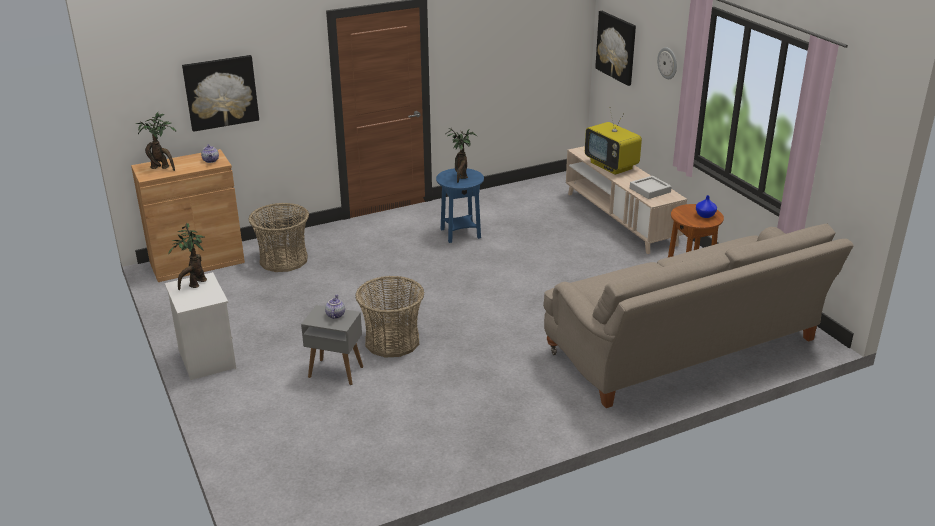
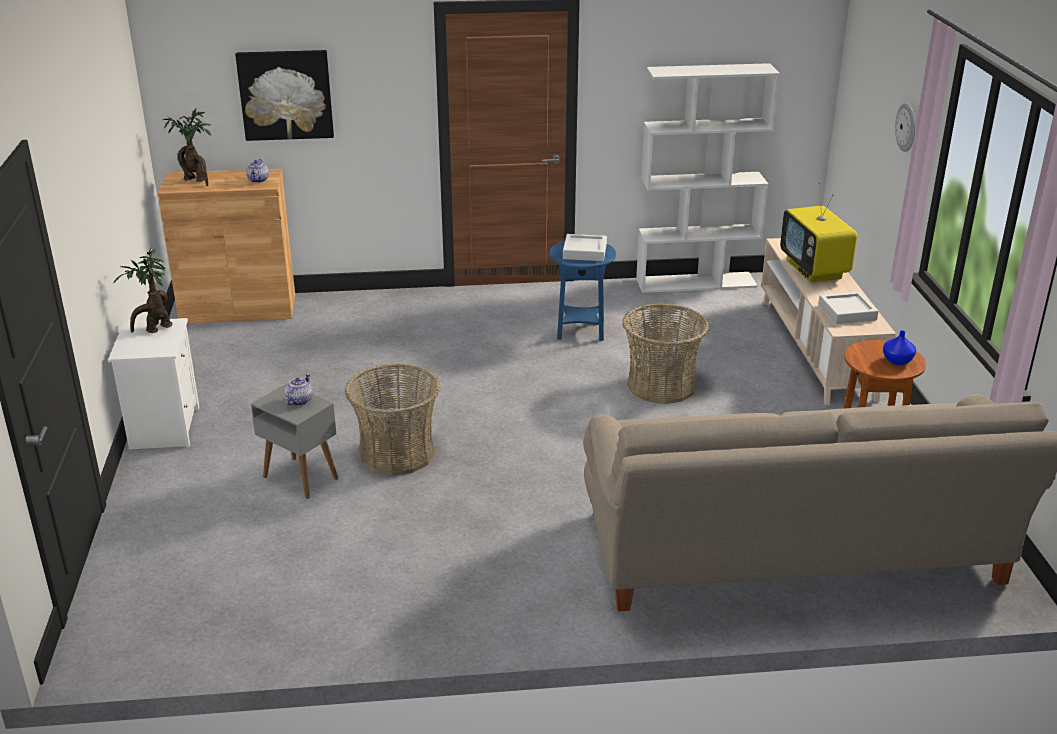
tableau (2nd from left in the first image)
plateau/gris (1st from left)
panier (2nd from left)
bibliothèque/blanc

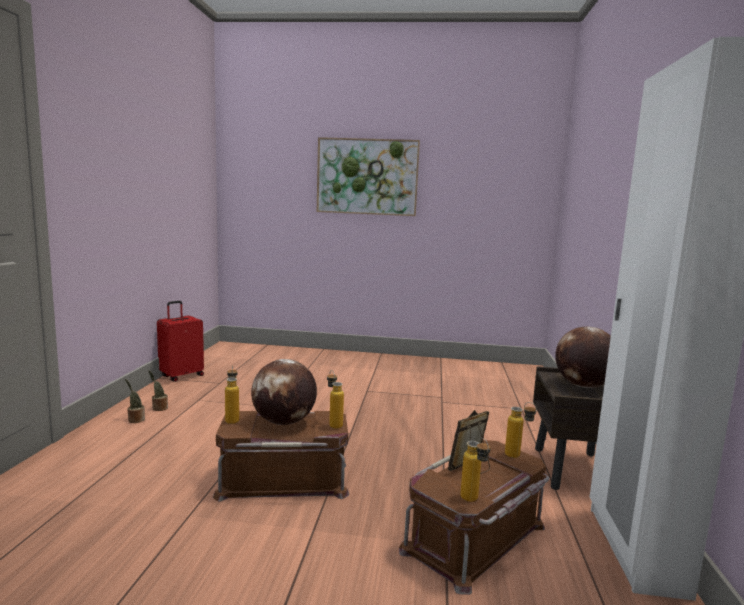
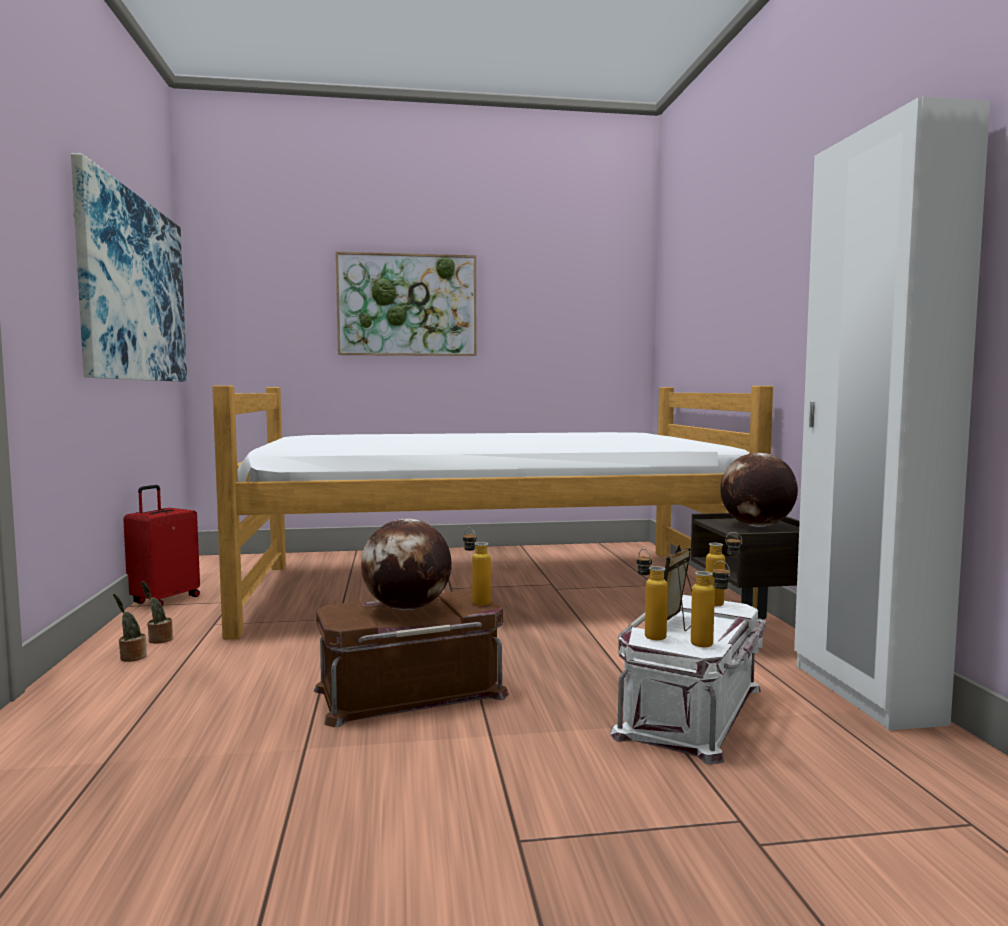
bouteille (2nd from left)
boîte de rangement/blanc
tableau (1st from left)
lit

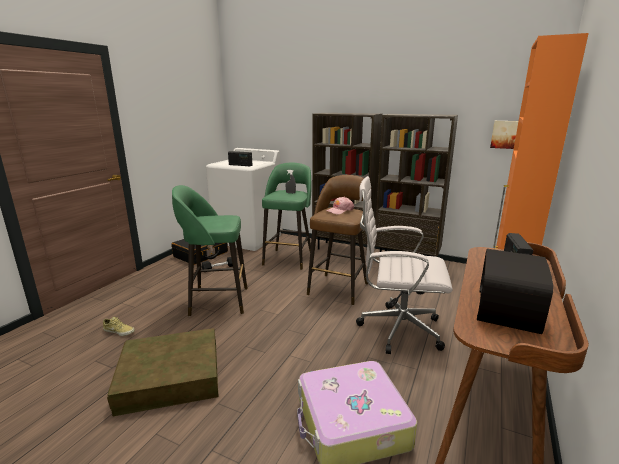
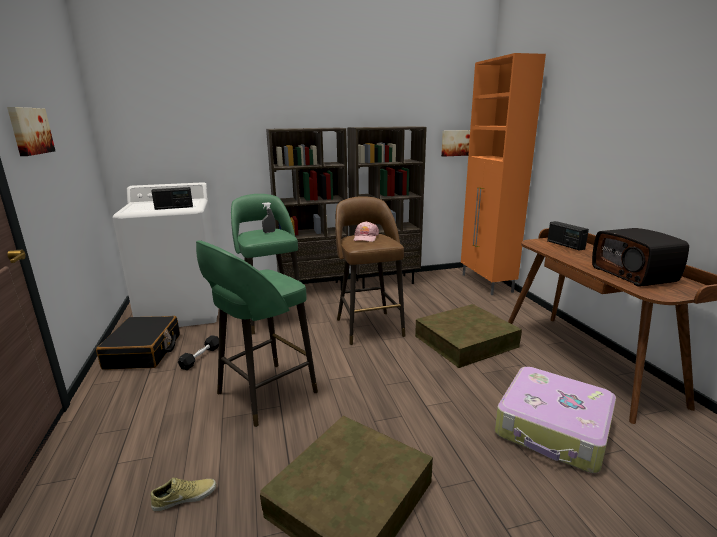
boîte de rangement/marron (2nd from left)
tableau (1st from left)

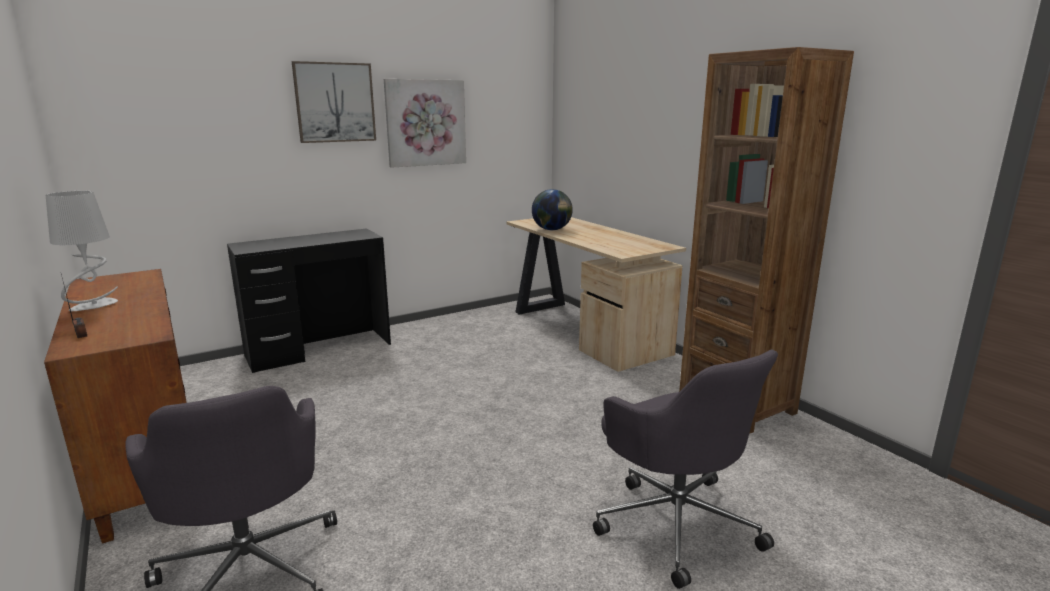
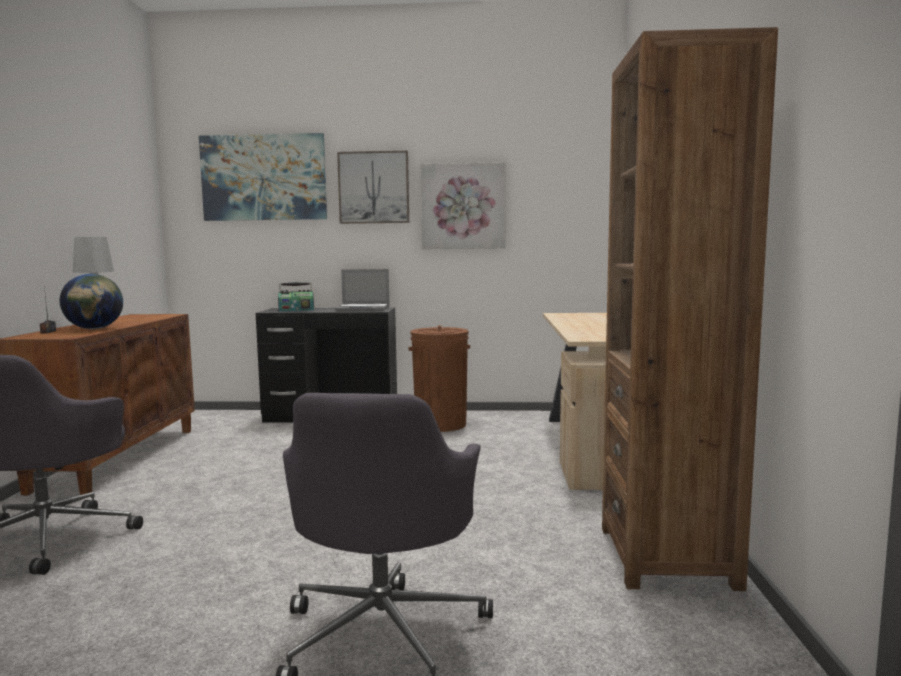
globe
tableau (1st from left)
ordinateur portable
radio (2nd from left)
poubelle/marron

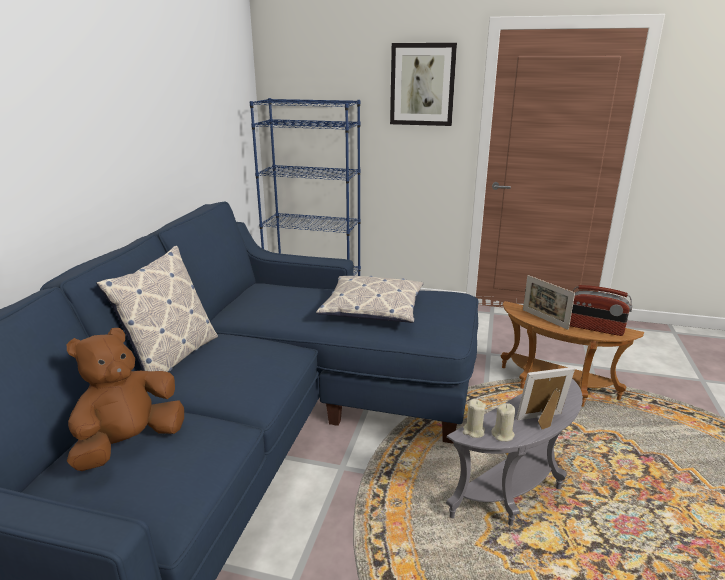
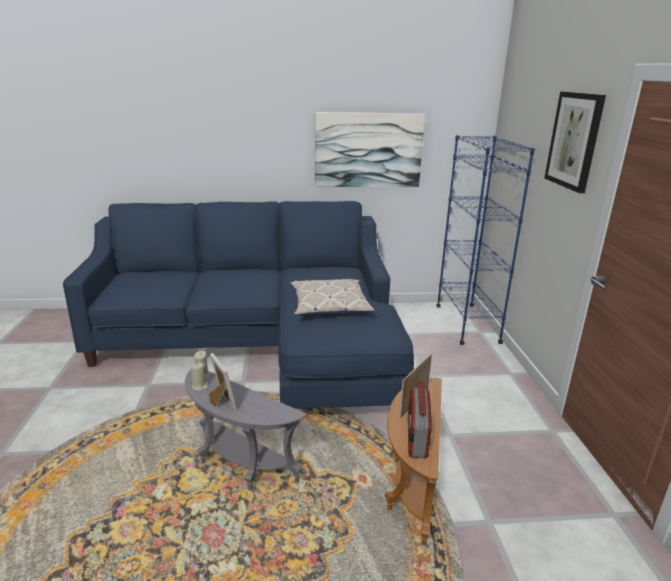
coussin (1st from left in the first image)
peluche/marron
tableau (1st from left)

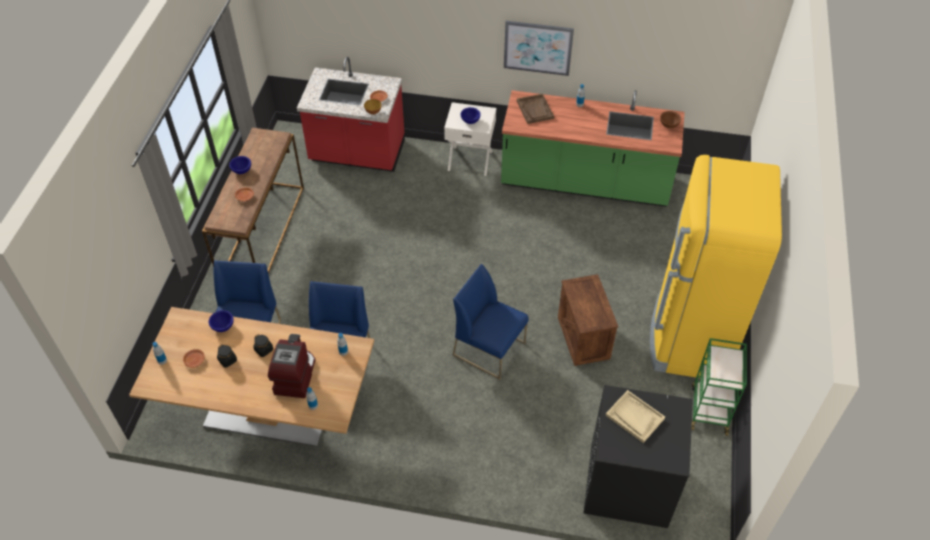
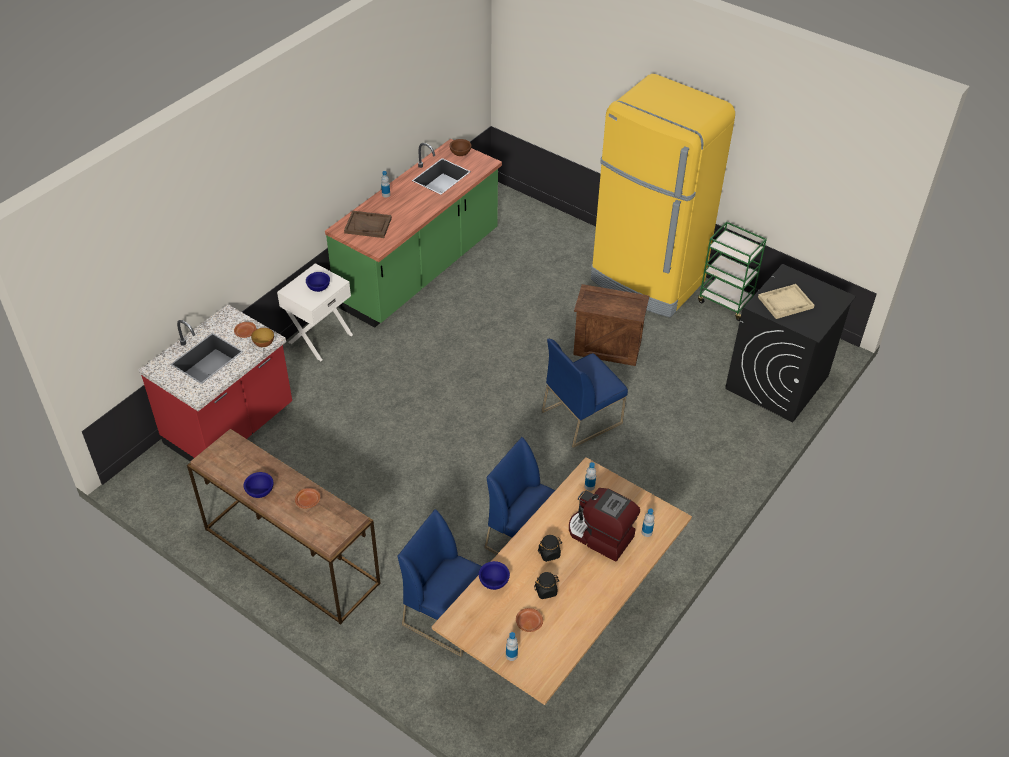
tableau

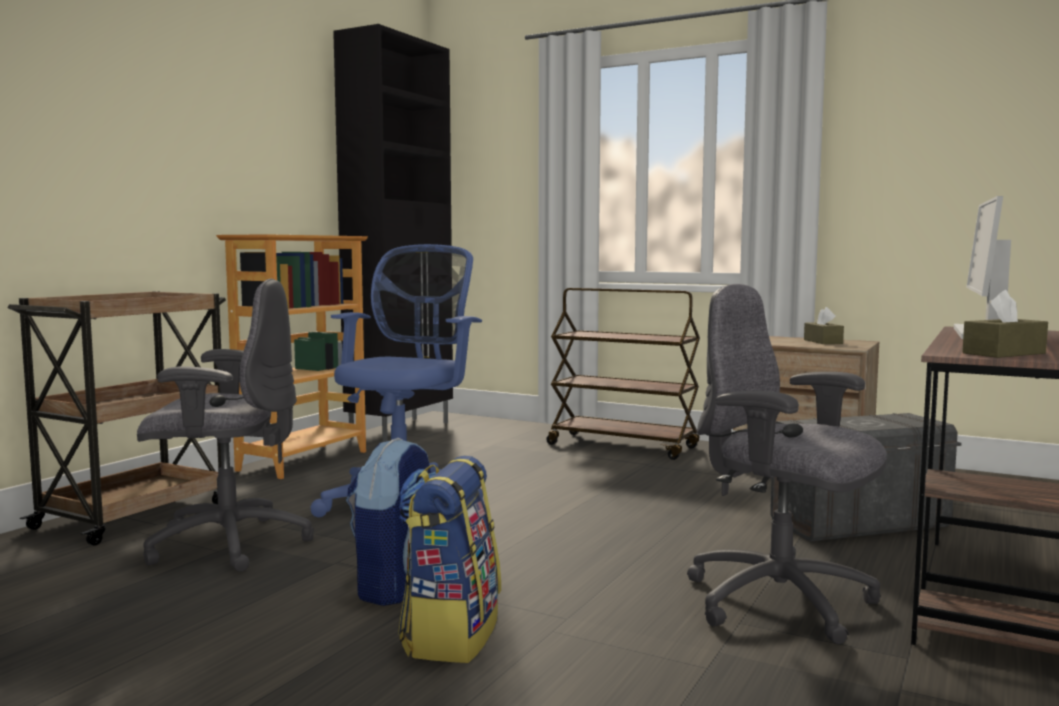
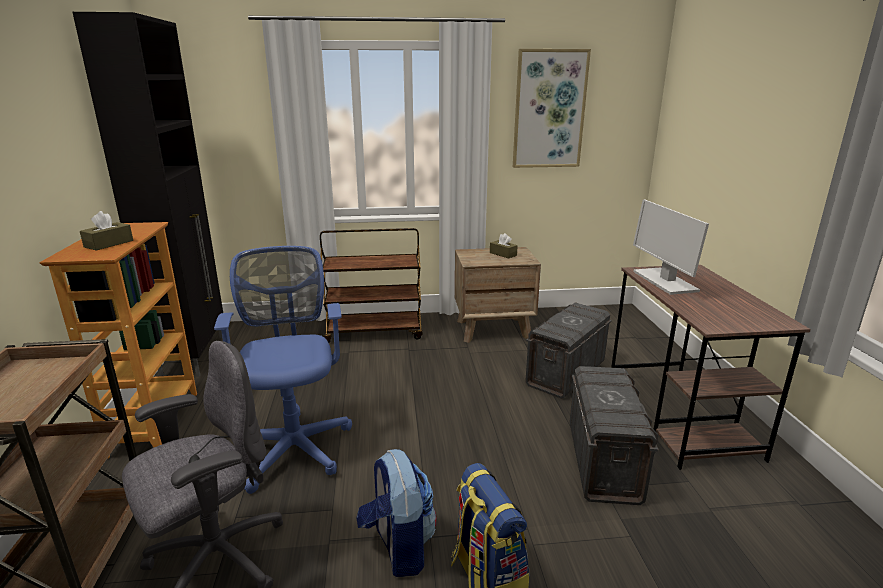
boîte de rangement/gris (2nd from left)
boîte à mouchoirs/marron (1st from left)
tableau

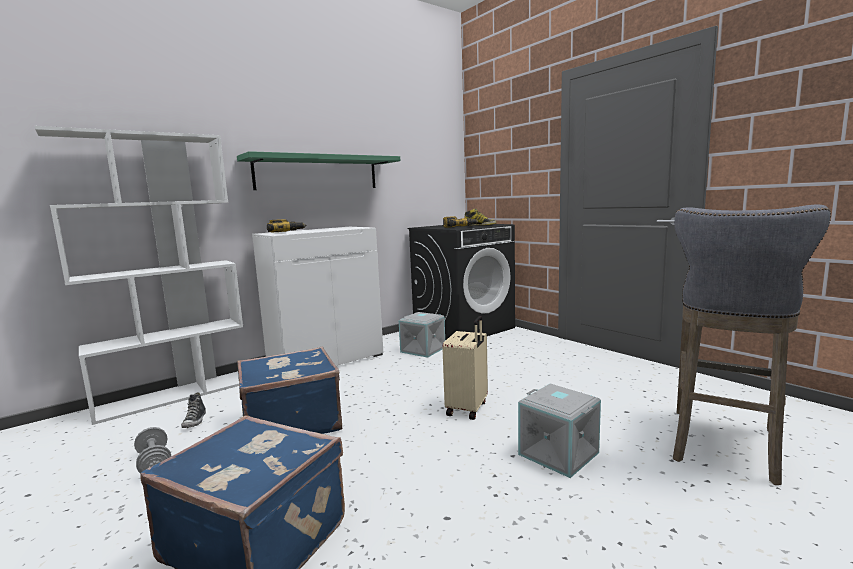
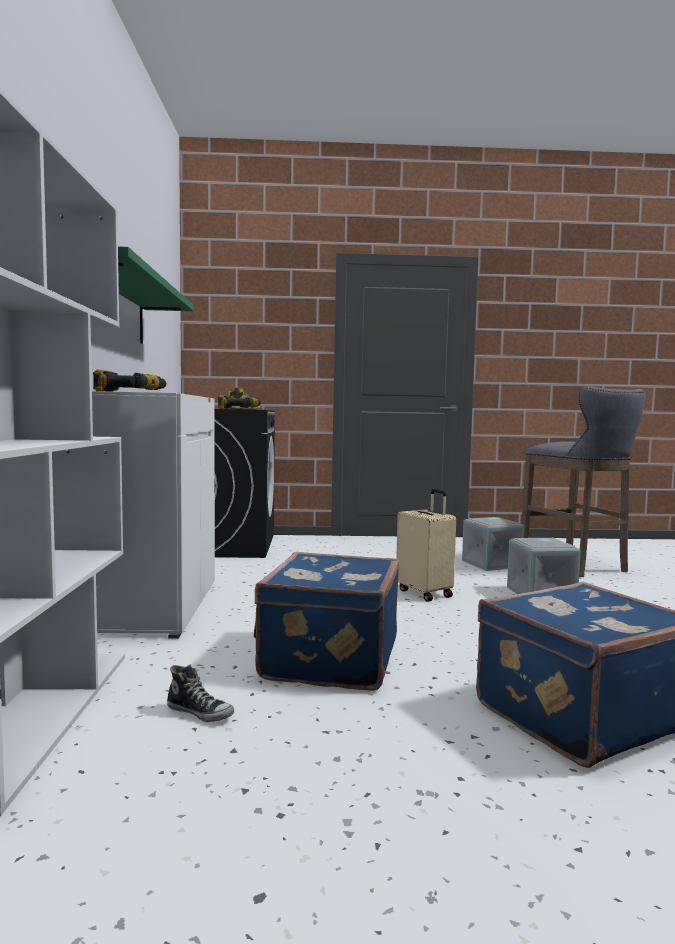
boîte de rangement/gris (1st from left)
haltère/gris

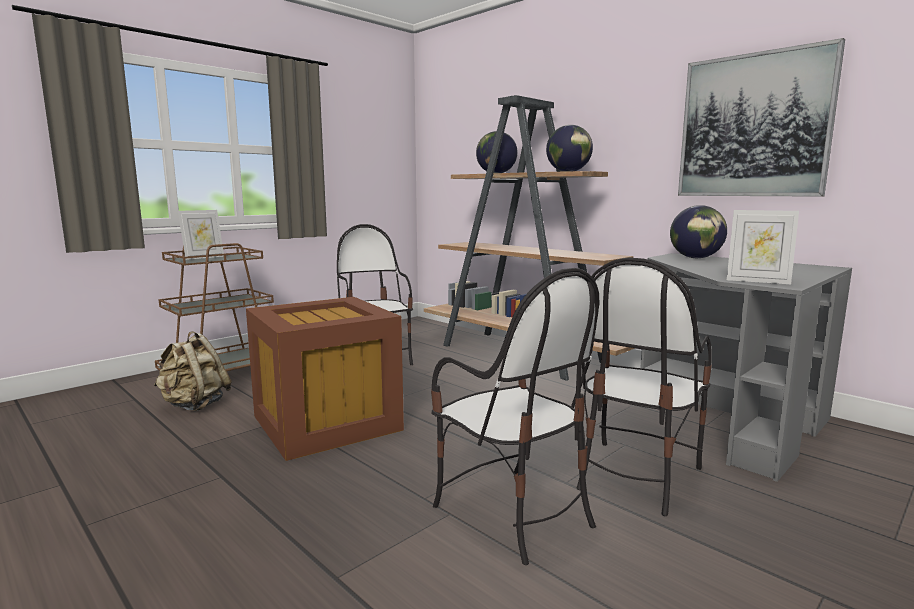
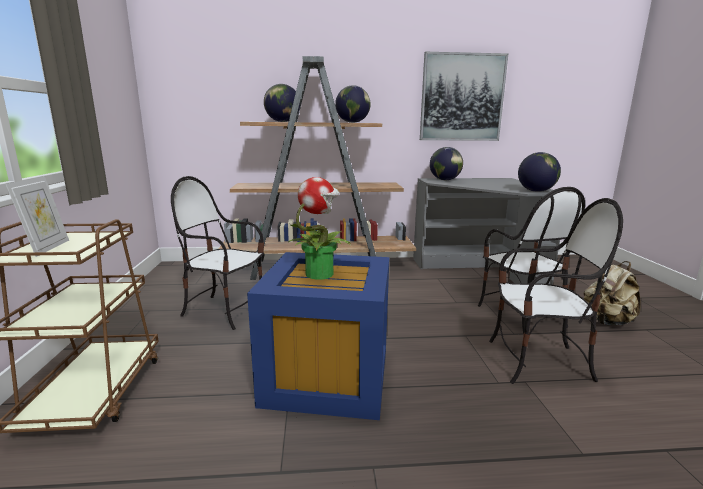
globe (4th from left)
boîte de rangement/bleu
sac à dos/beige
plante en pot

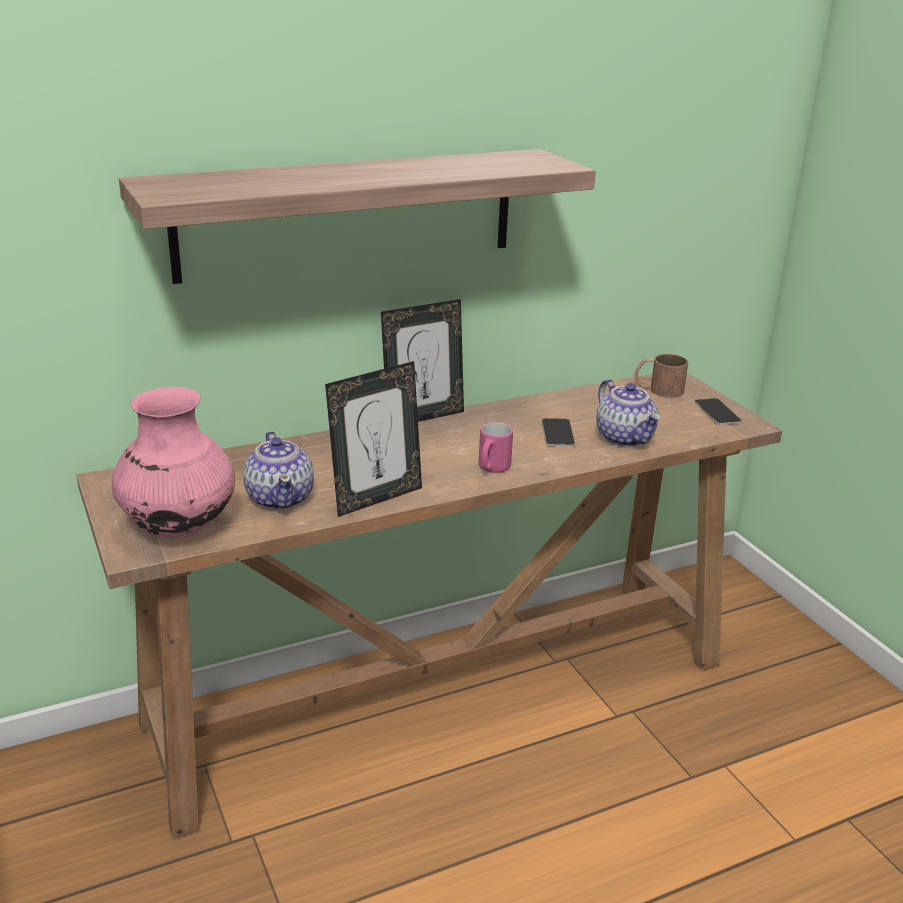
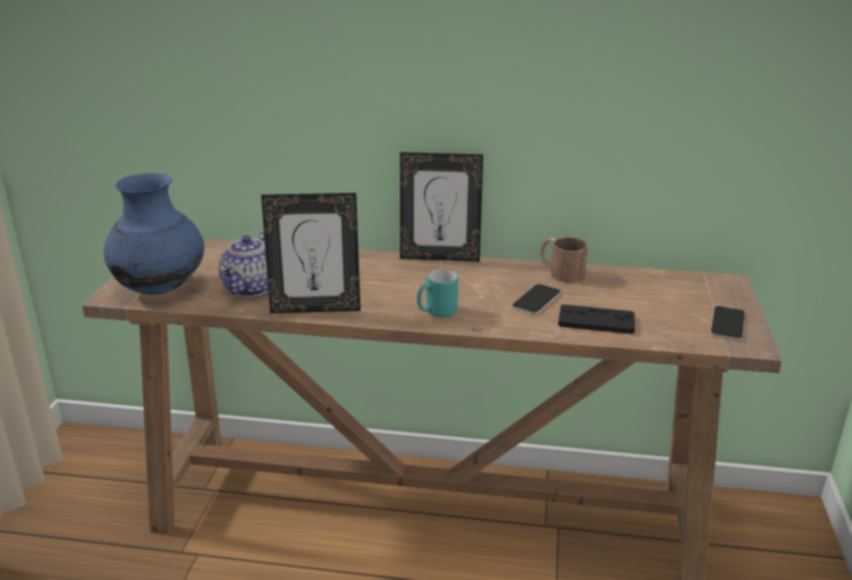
étagère
mug/marron
manette/noir
vase/bleu
mug/turquoise

